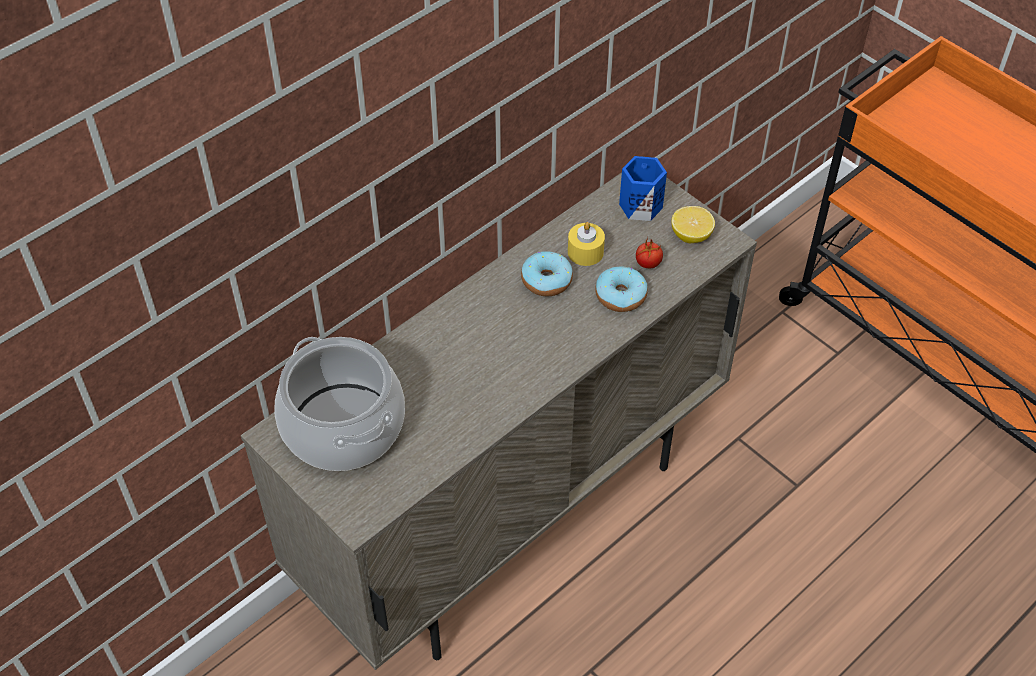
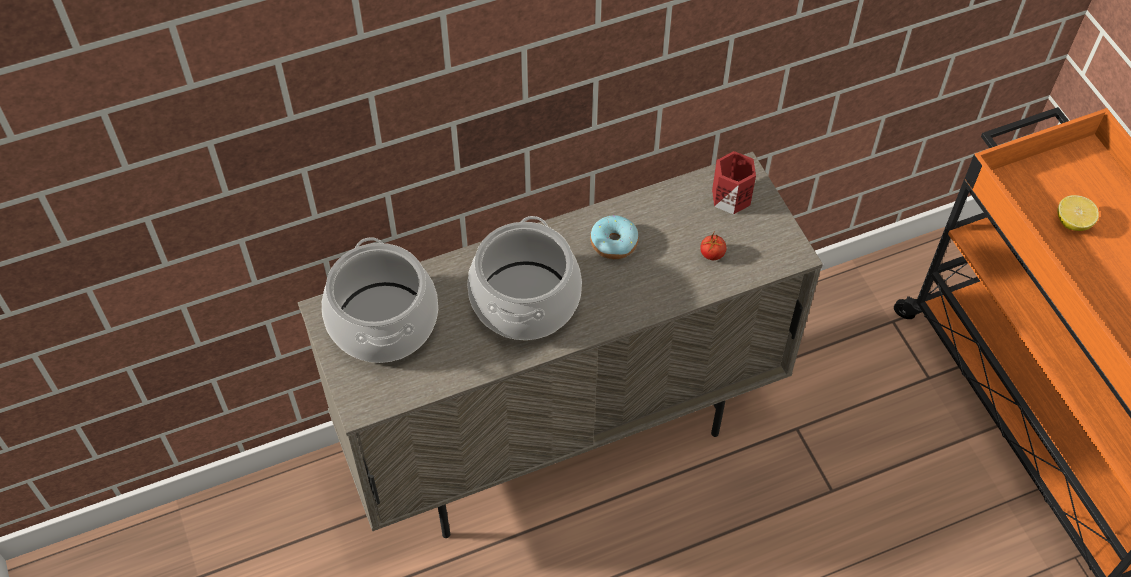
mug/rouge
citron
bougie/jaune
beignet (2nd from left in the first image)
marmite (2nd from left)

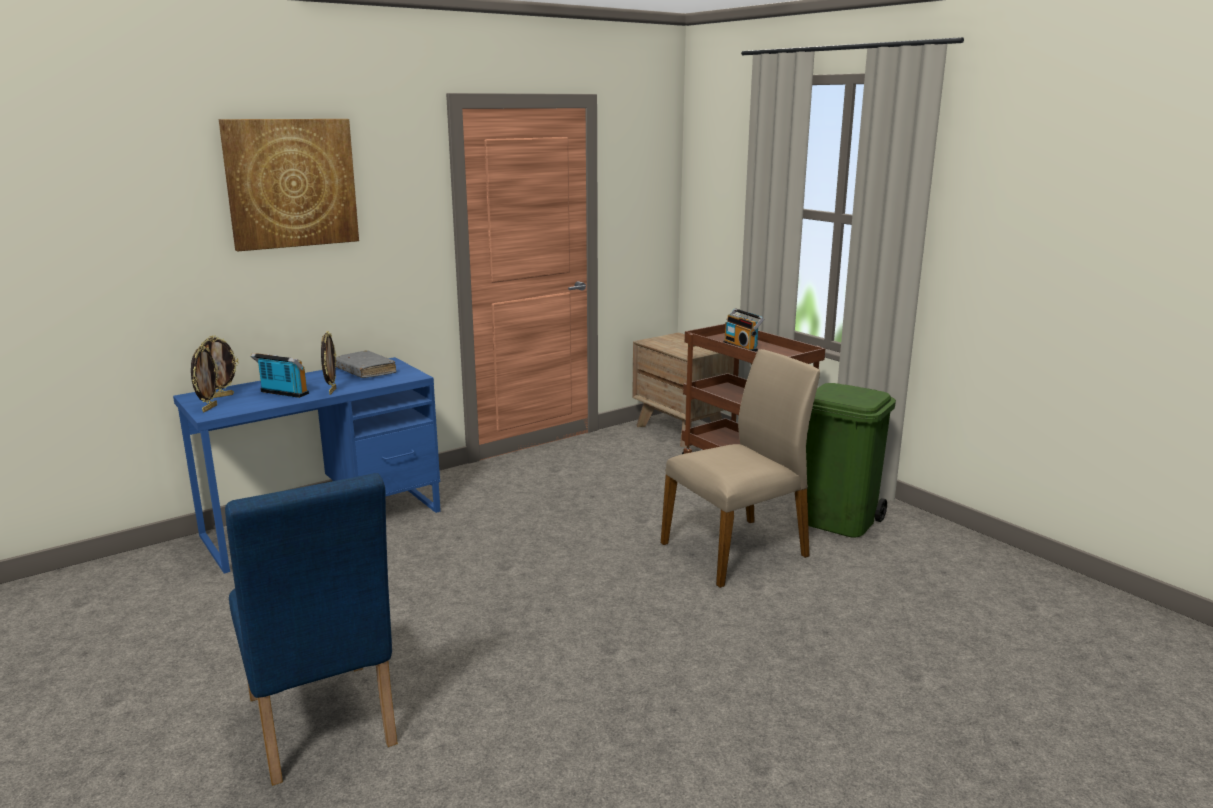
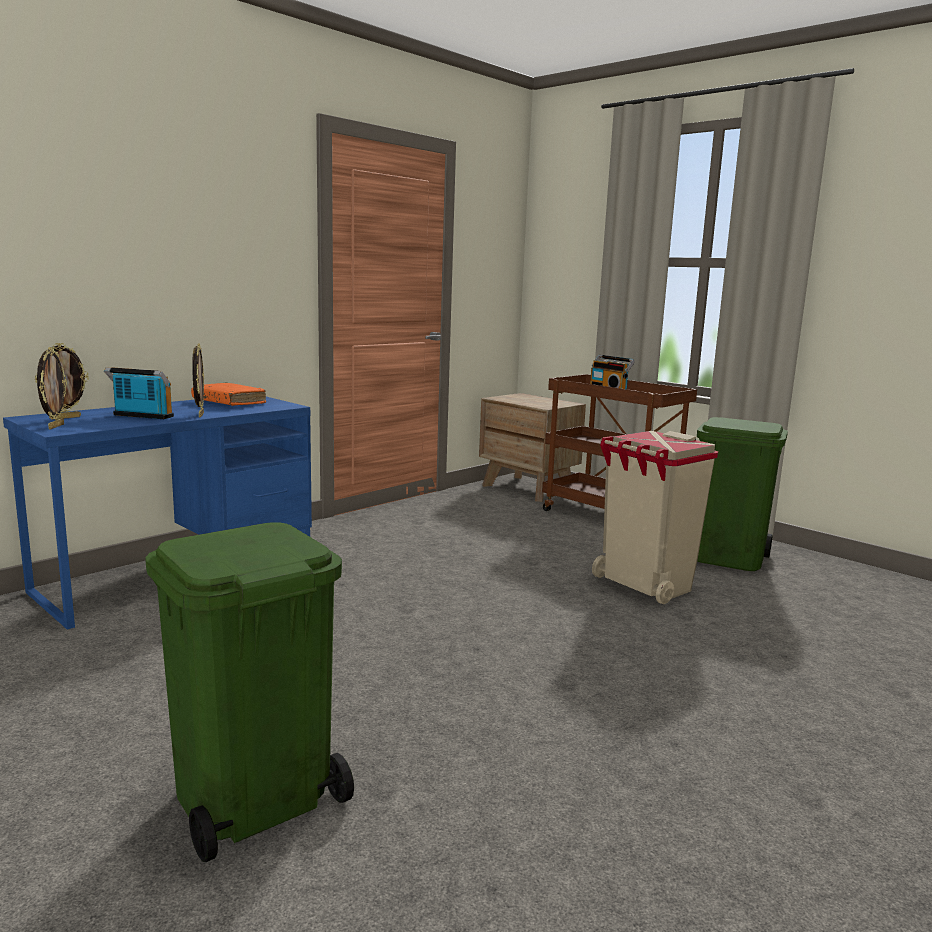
tableau
poubelle/beige
livre/orange
poubelle/vert (1st from left)

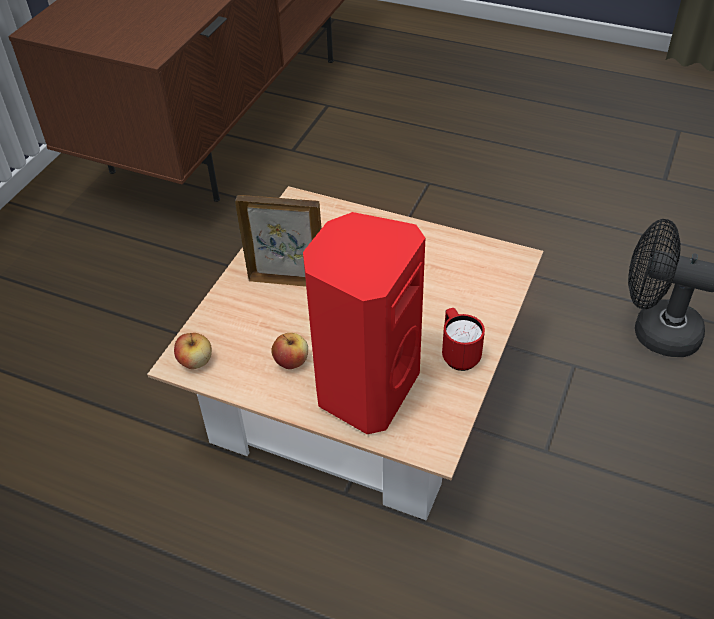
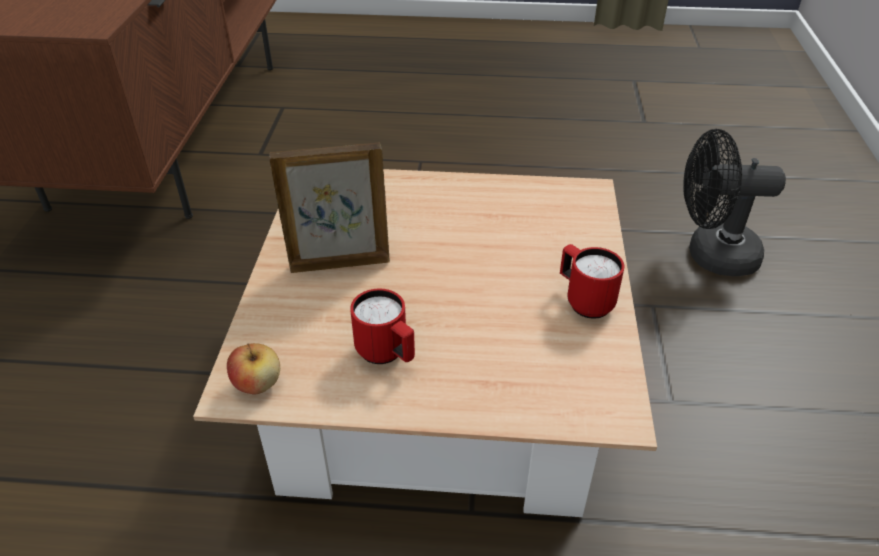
enceinte/rouge
mug/rouge (1st from left)

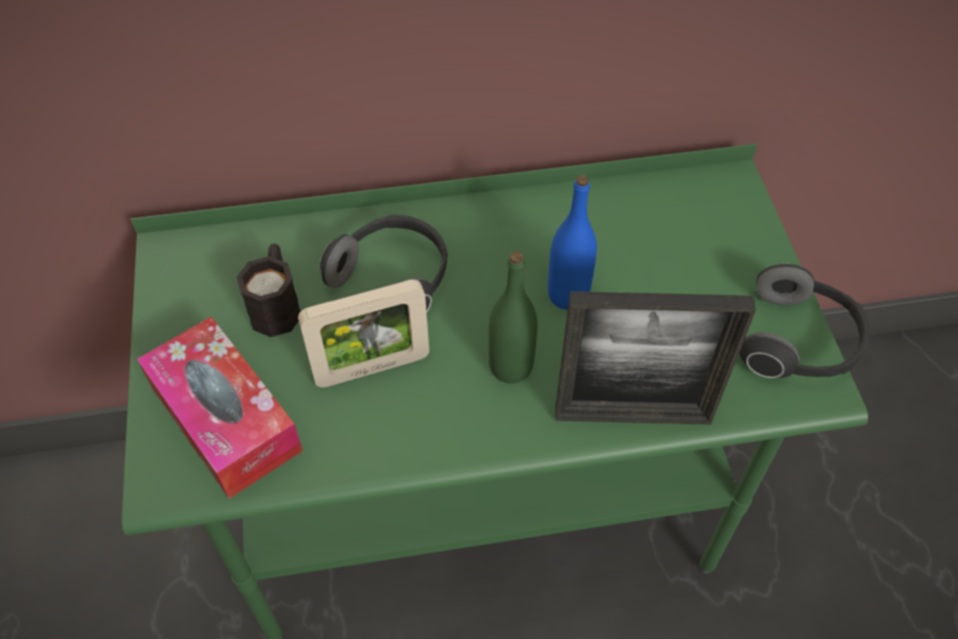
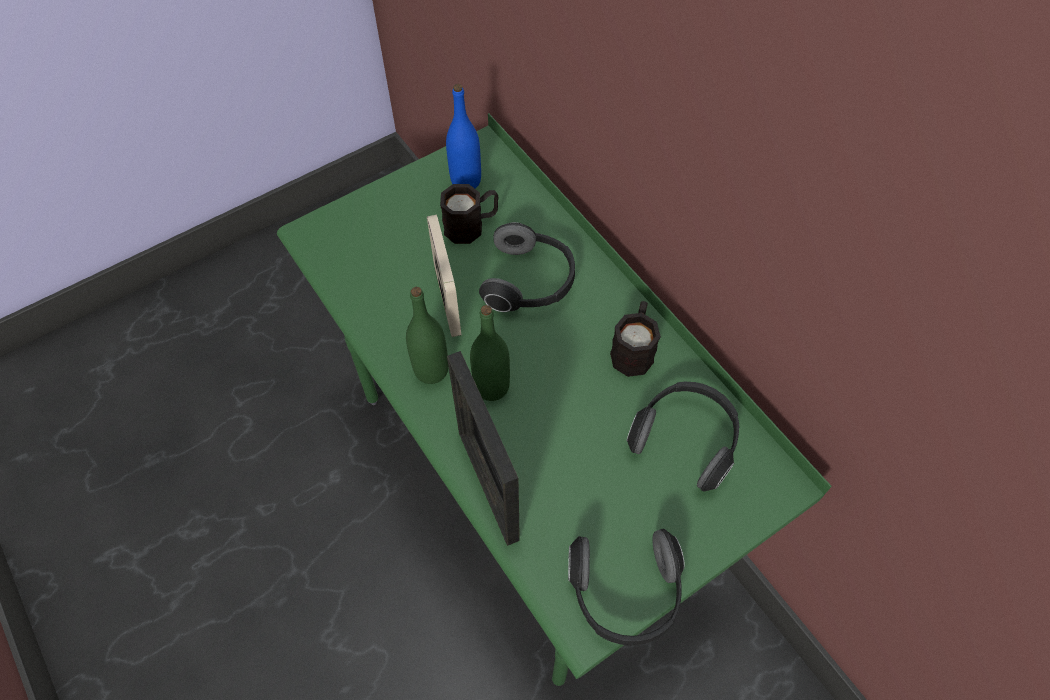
bouteille/bleu
cadre photo (1st from left)
boîte à mouchoirs
bouteille/vert (1st from left)
mug/noir (2nd from left)
casque audio (3rd from left)

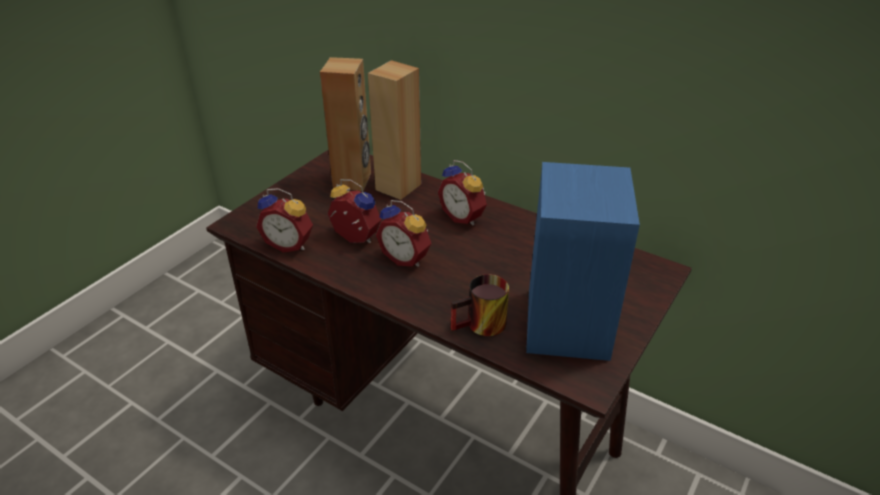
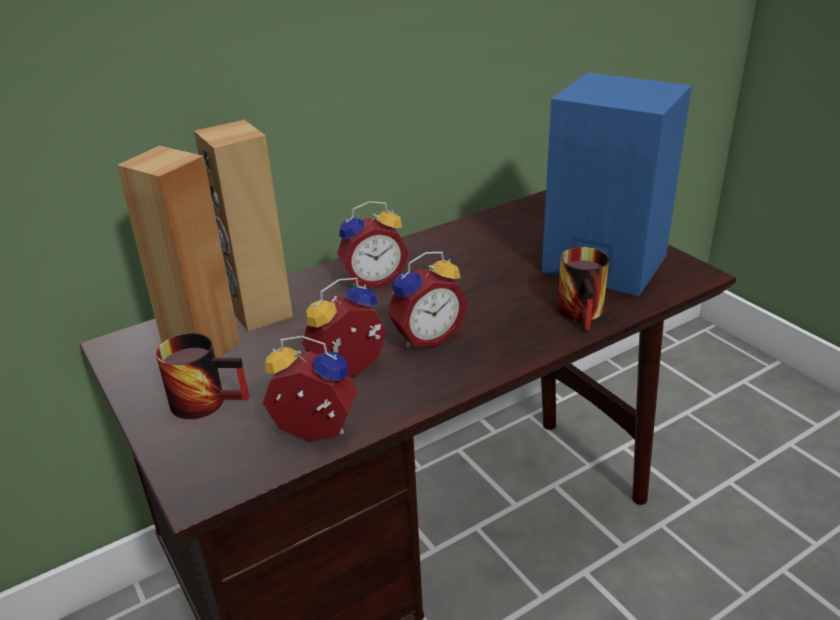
réveil (1st from left)
mug (1st from left)

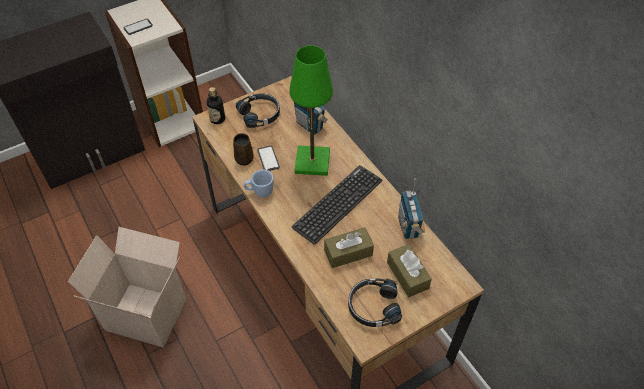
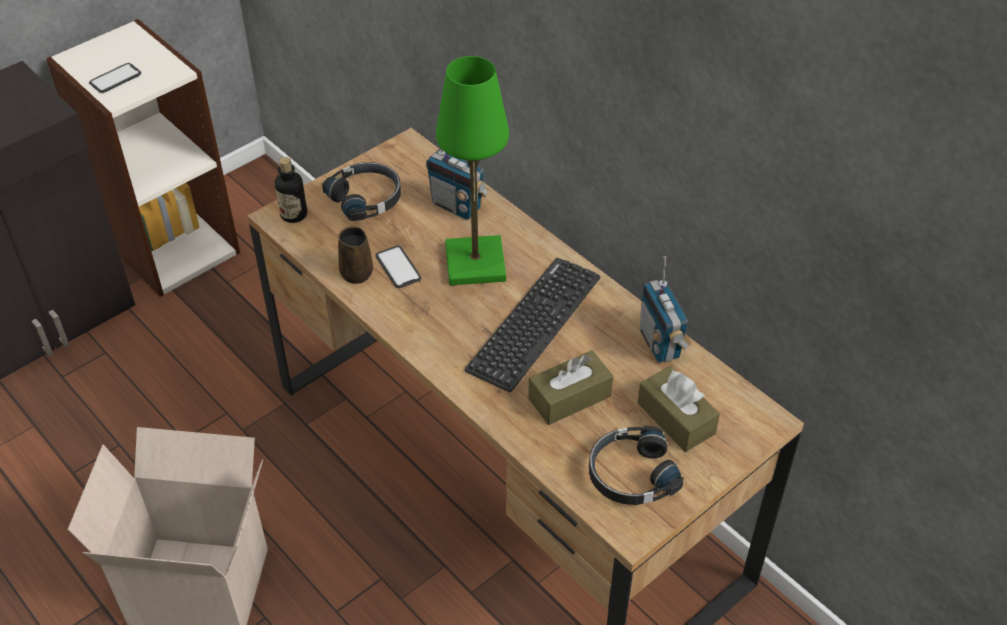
mug/bleu

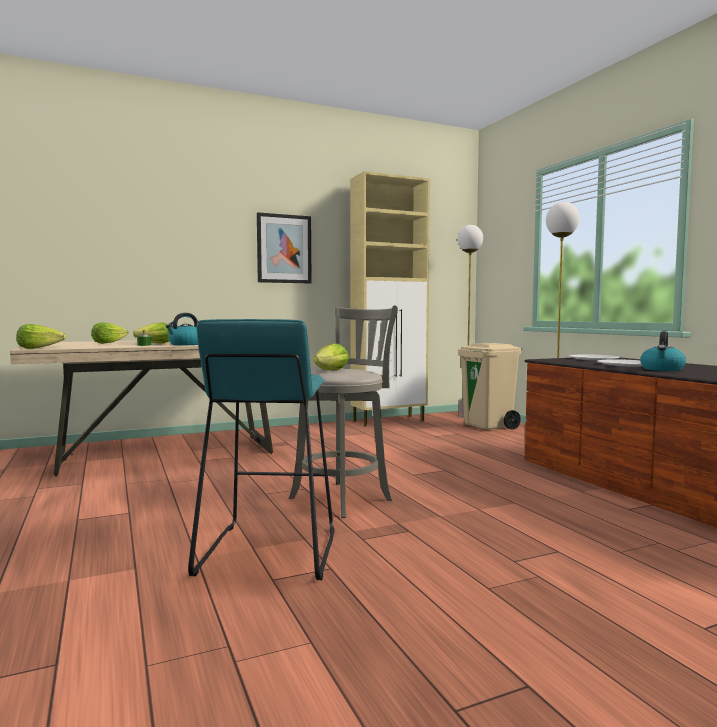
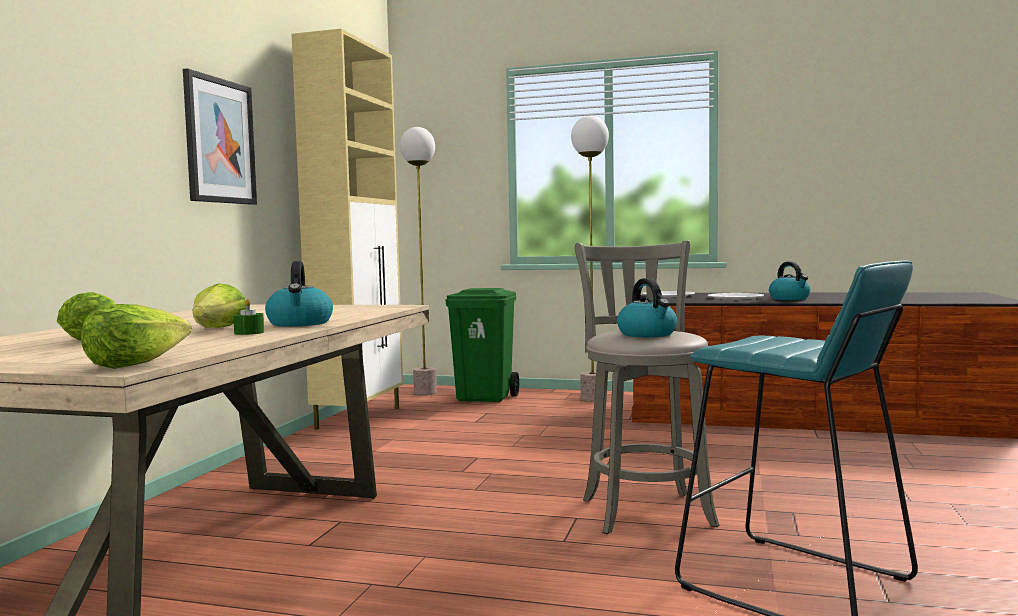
bouilloire (2nd from left)
poubelle/vert

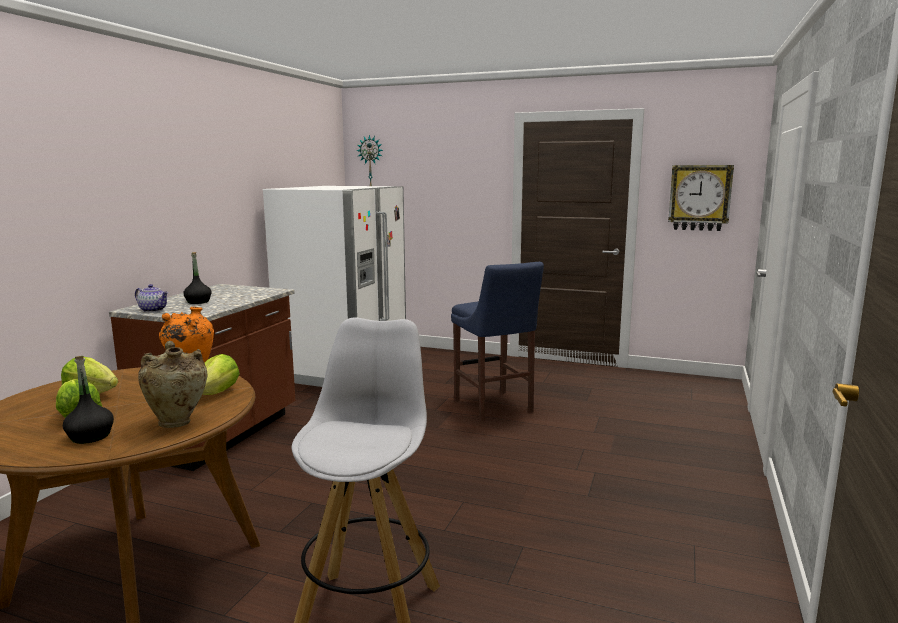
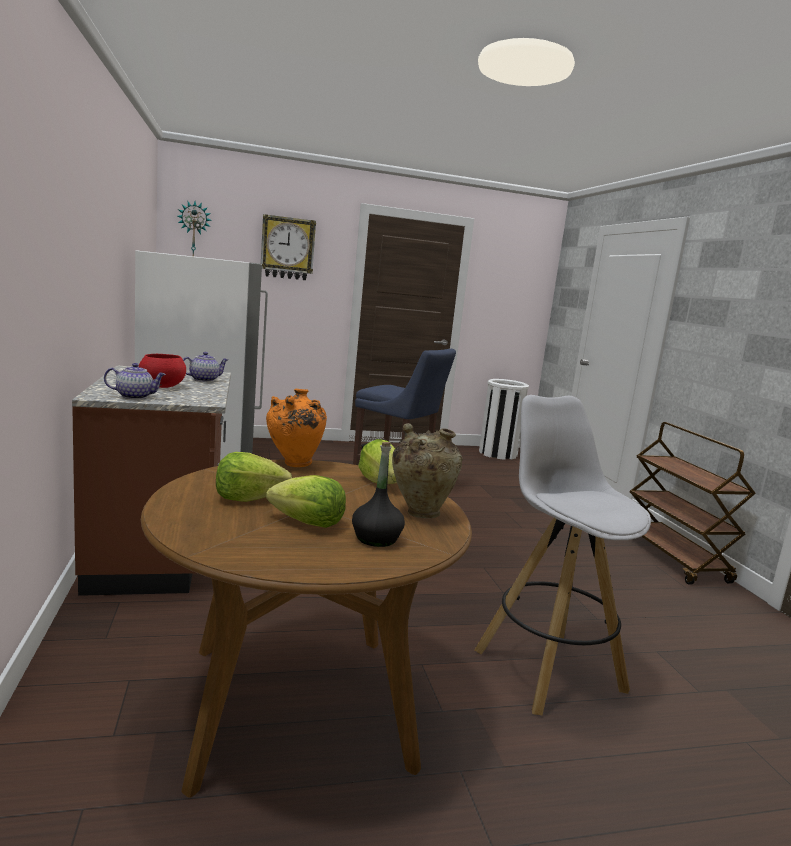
horloge murale (2nd from left)
bol/rouge
théière (2nd from left)
poubelle/blanc
chariot/marron

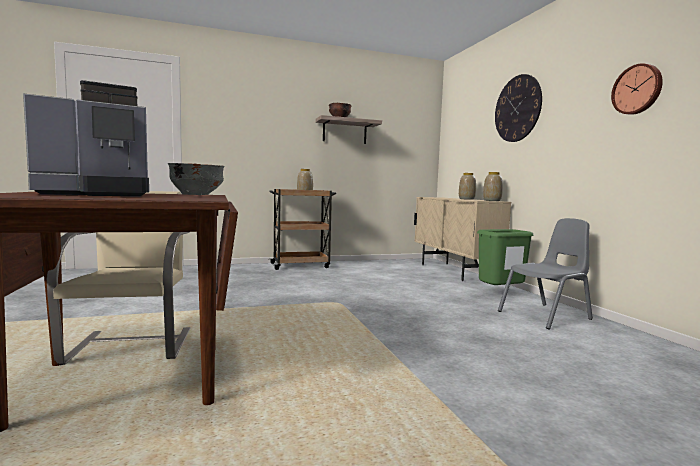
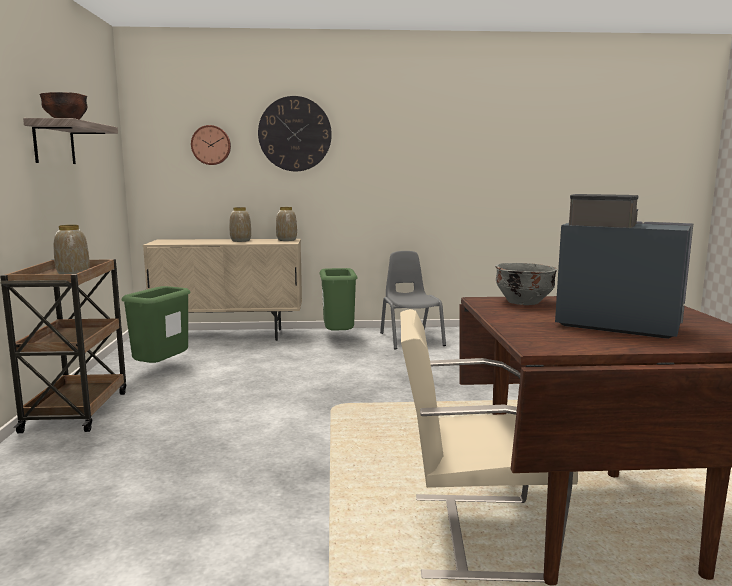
horloge murale (1st from left)
machine à café
poubelle/vert (1st from left)

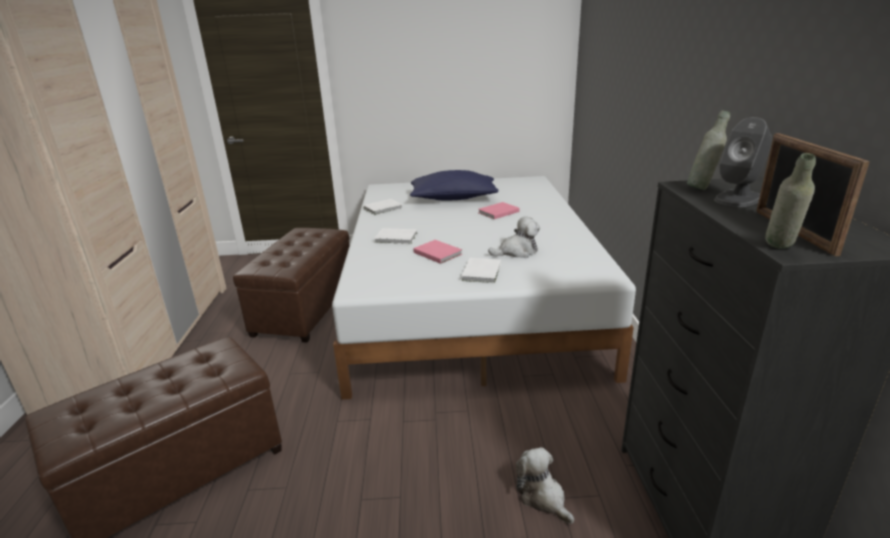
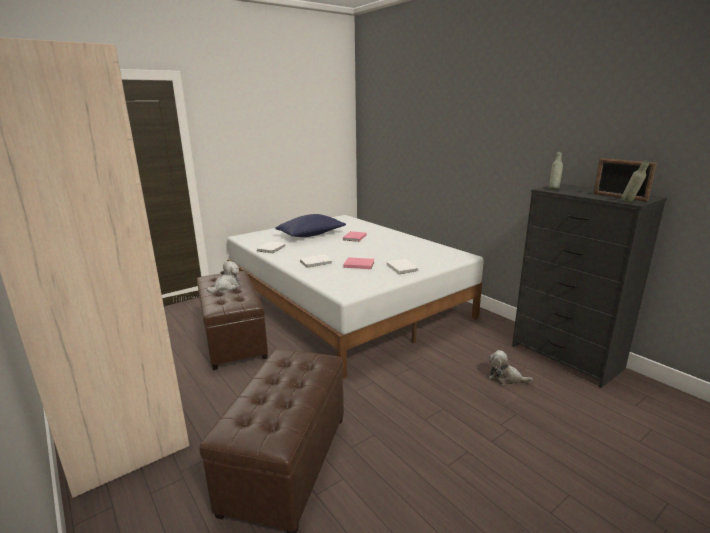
enceinte/gris
peluche (1st from left)

